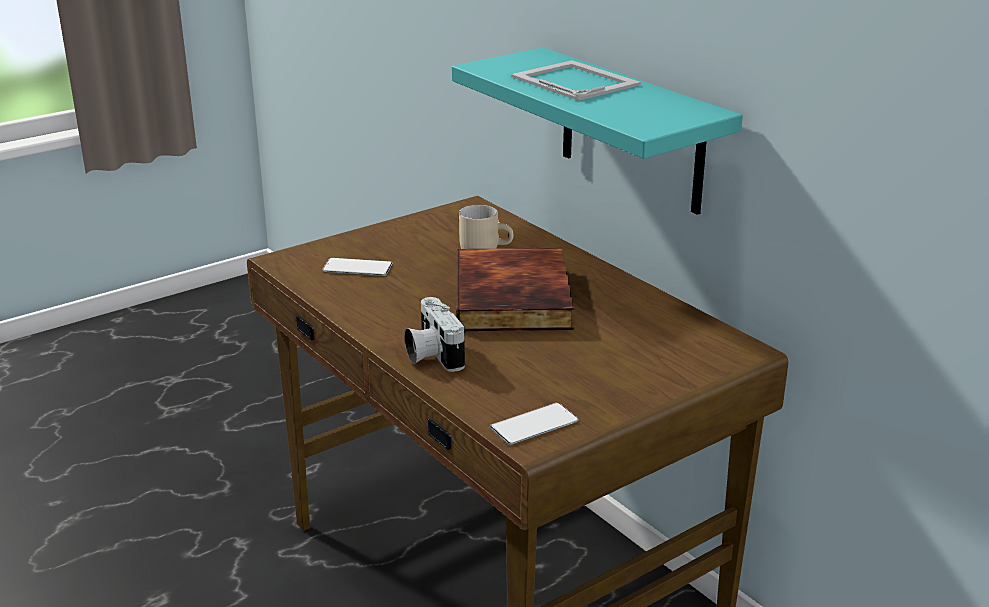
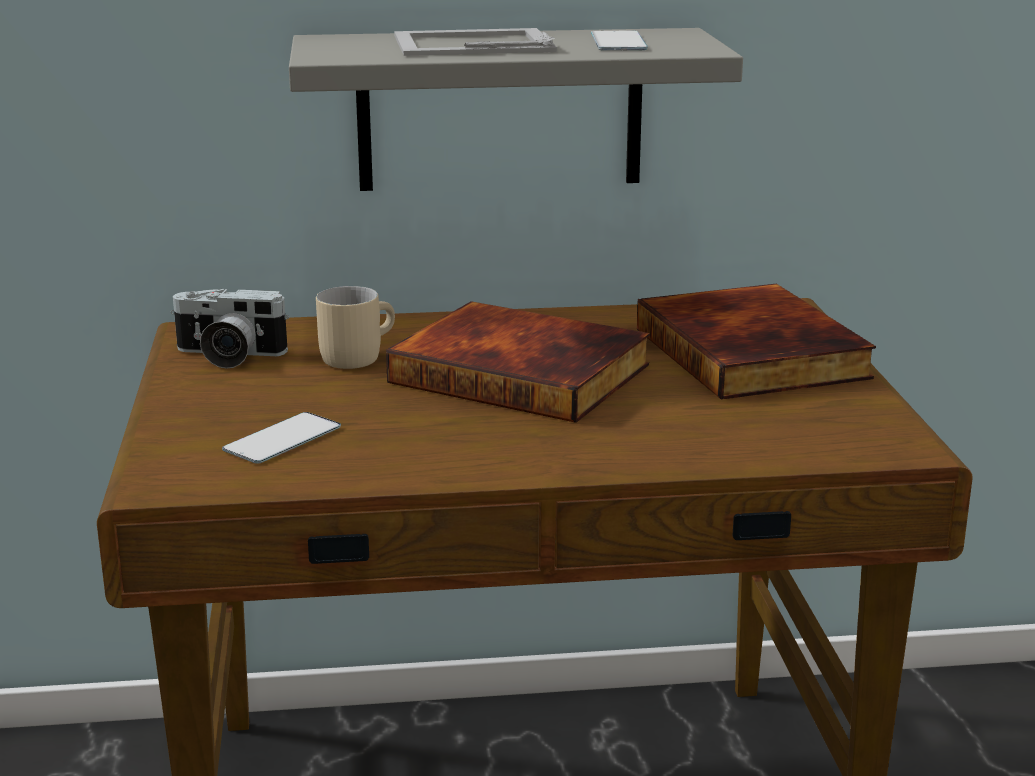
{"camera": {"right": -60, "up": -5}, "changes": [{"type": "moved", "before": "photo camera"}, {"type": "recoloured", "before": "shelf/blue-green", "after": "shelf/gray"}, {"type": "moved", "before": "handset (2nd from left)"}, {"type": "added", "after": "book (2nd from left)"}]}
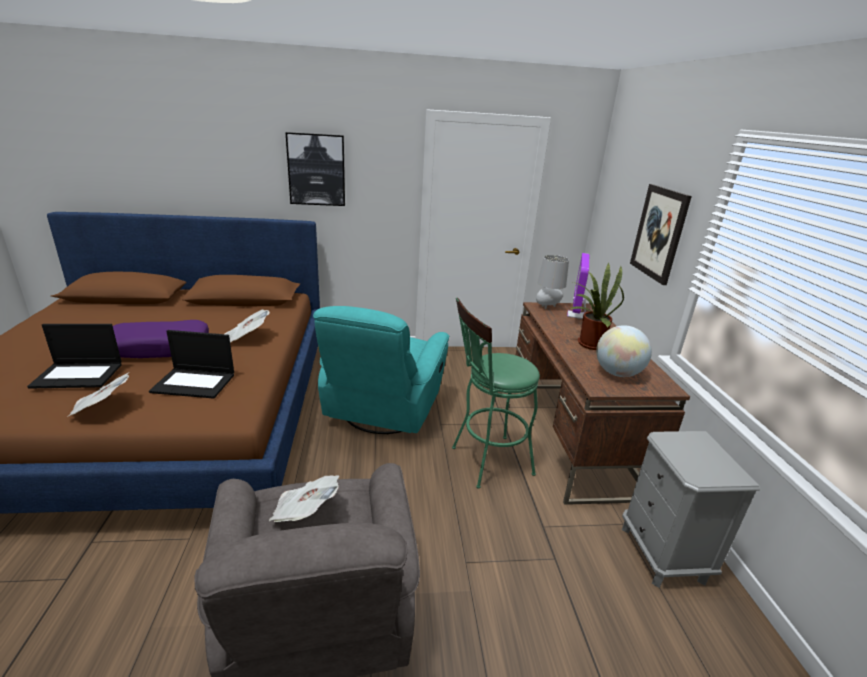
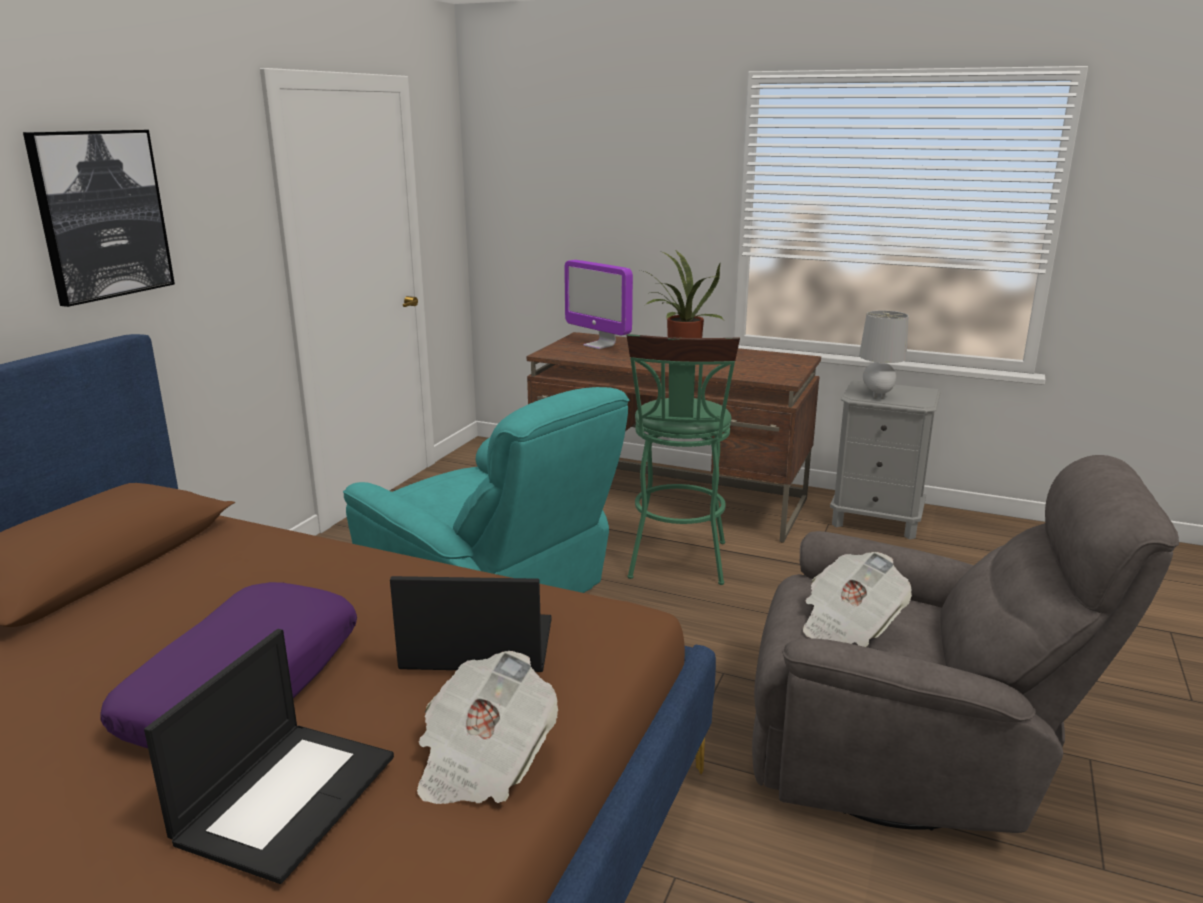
{"camera": {"right": -60, "up": -5}, "changes": [{"type": "turned", "before": "laptop (2nd from left)", "turn": -120}, {"type": "moved", "before": "table lamp/gray"}, {"type": "removed", "before": "printed paper (2nd from left)"}, {"type": "removed", "before": "desk globe"}, {"type": "removed", "before": "picture (2nd from left)"}]}
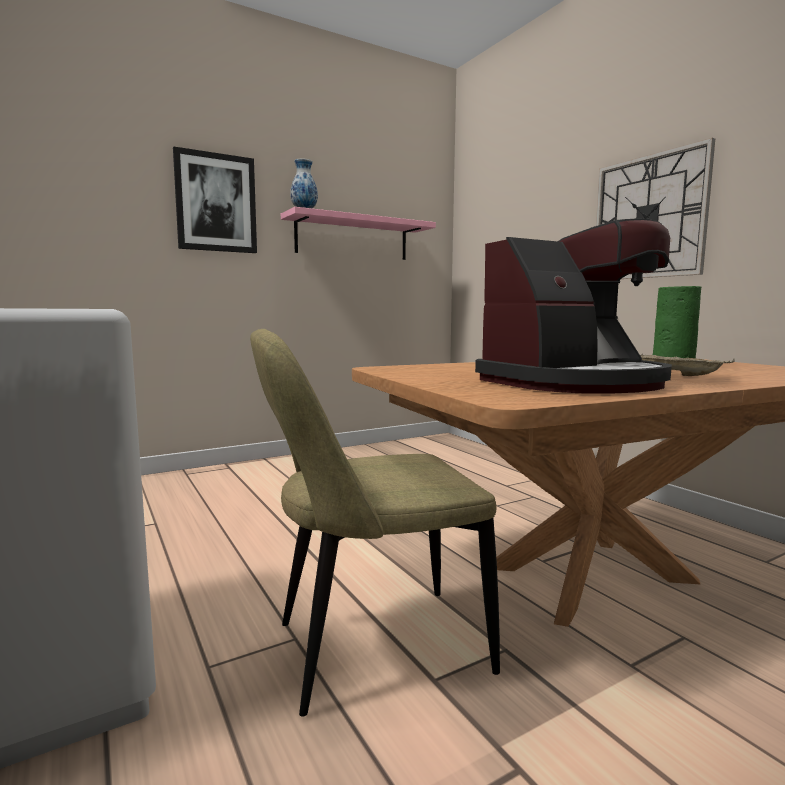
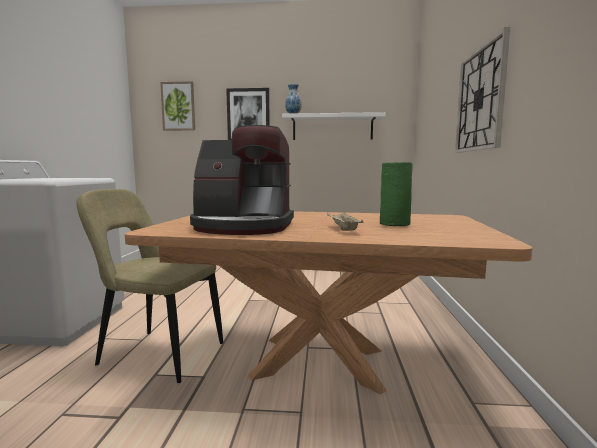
{"camera": {"right": 35, "up": 0}, "changes": [{"type": "added", "after": "picture (1st from left)"}, {"type": "recoloured", "before": "shelf/pink-coloured", "after": "shelf/whitish"}]}
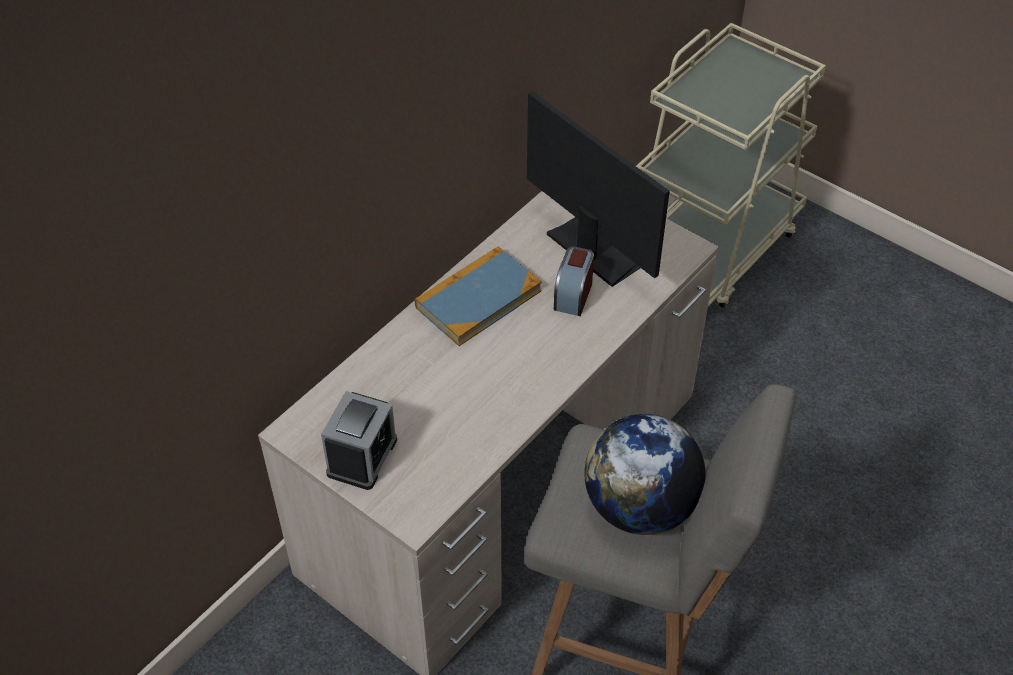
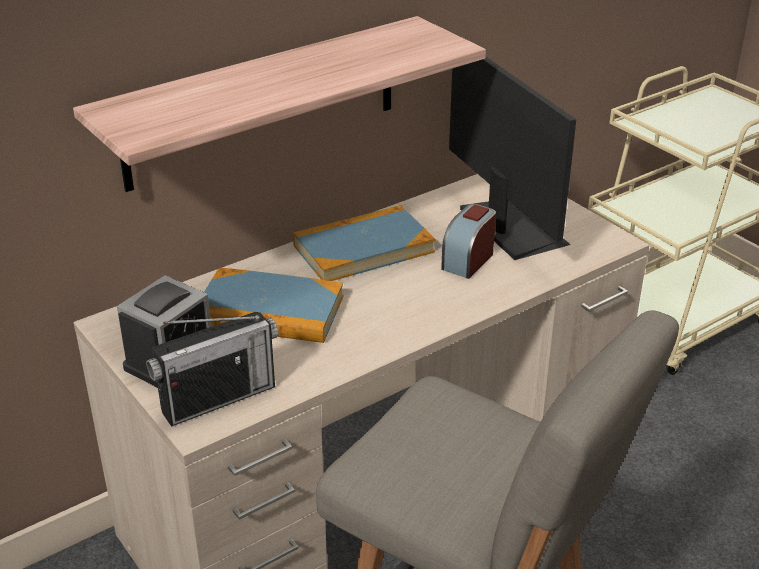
{"camera": {"right": 15, "up": -15}, "changes": [{"type": "added", "after": "shelf"}, {"type": "added", "after": "radio receiver"}, {"type": "added", "after": "book (1st from left)"}, {"type": "removed", "before": "desk globe"}]}
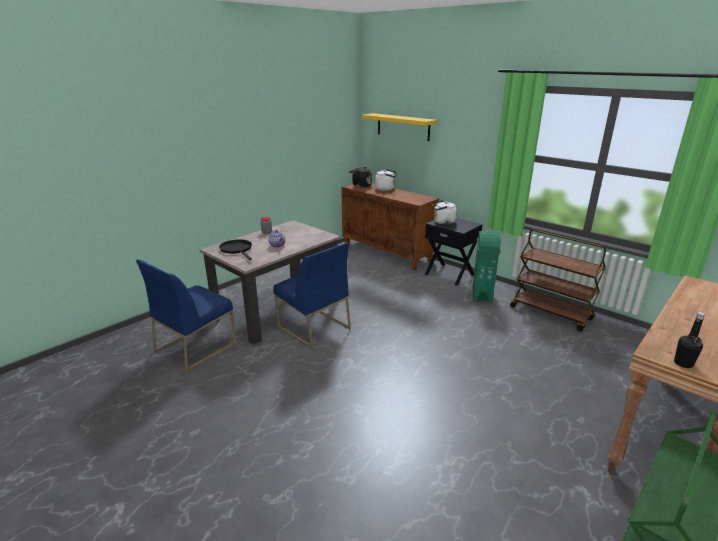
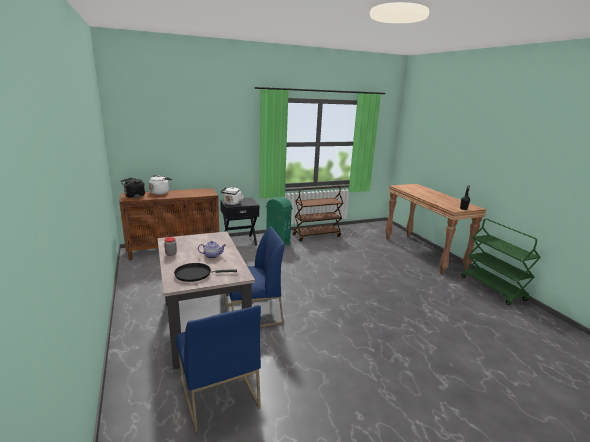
{"camera": {"right": -65, "up": -5}, "changes": [{"type": "removed", "before": "shelf/yellow"}]}
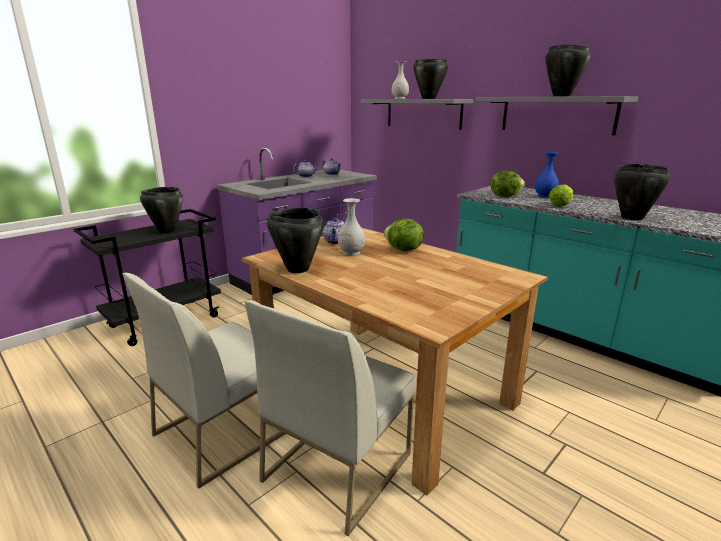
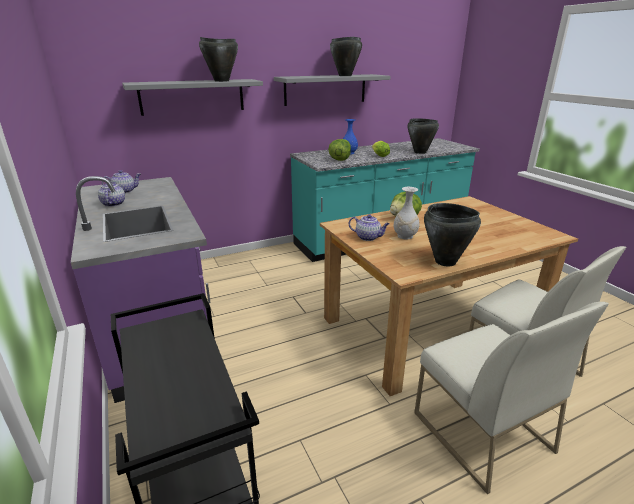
{"camera": {"right": -70, "up": 5}, "changes": [{"type": "removed", "before": "saucepot/black (1st from left)"}, {"type": "removed", "before": "flower vase/whitish (2nd from left)"}]}
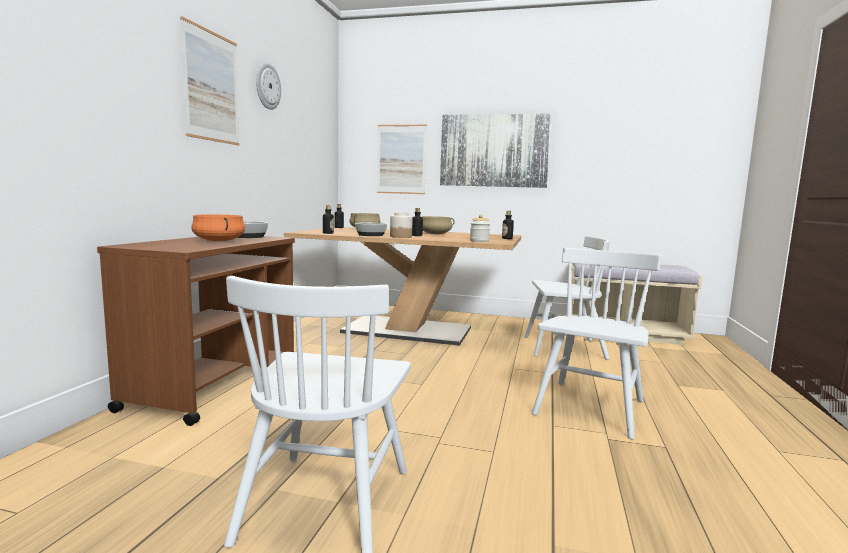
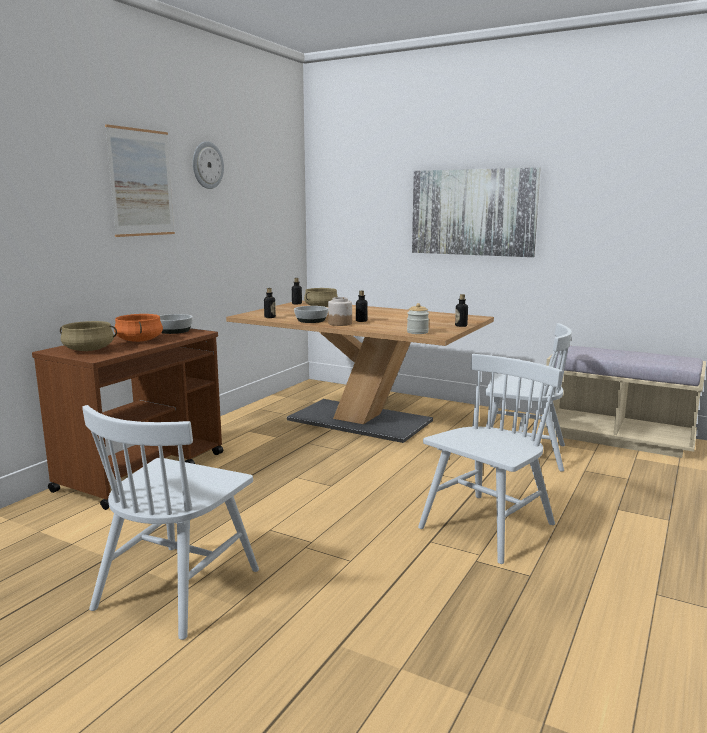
{"camera": {"right": 15, "up": 5}, "changes": [{"type": "moved", "before": "saucepot/sand-coloured (2nd from left in the first image)", "after": "saucepot/sand-coloured (1st from left)"}, {"type": "removed", "before": "picture (2nd from left)"}]}
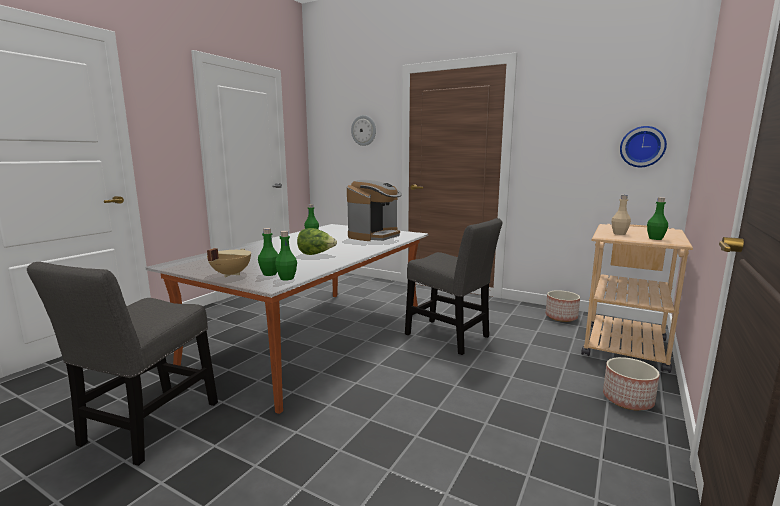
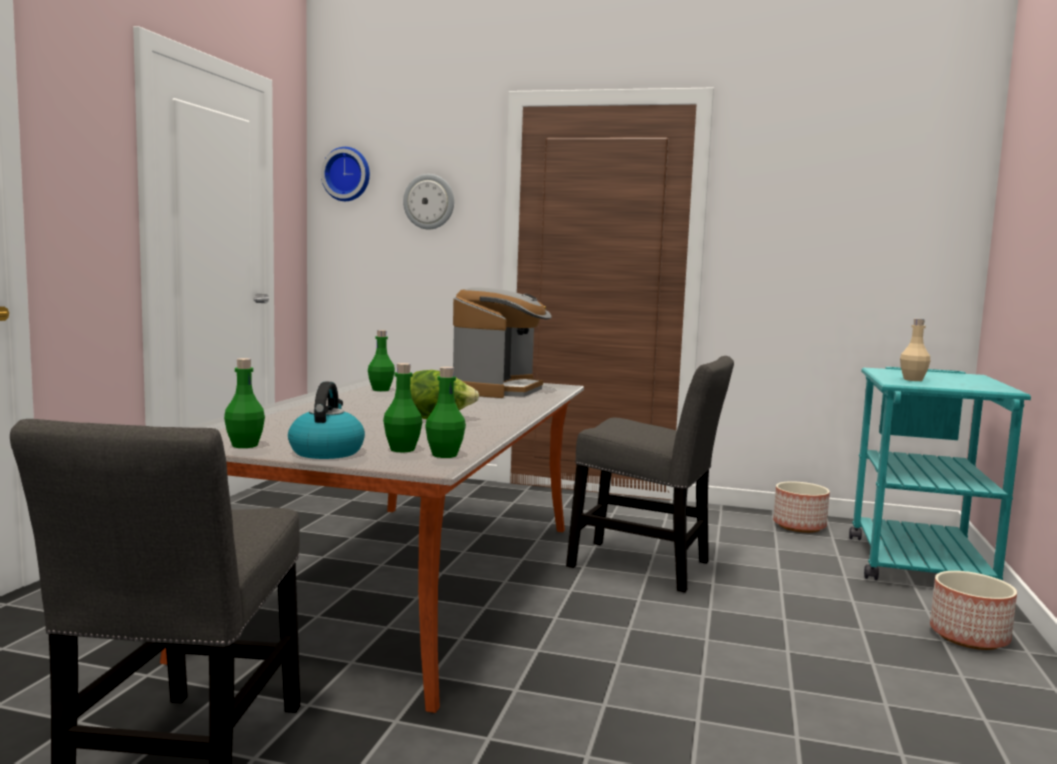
{"camera": {"right": -15, "up": -5}, "changes": [{"type": "moved", "before": "beverage bottle/greenish (4th from left in the first image)", "after": "beverage bottle/greenish (1st from left)"}, {"type": "replaced", "before": "saucepot/sand-coloured", "after": "tea kettle"}, {"type": "moved", "before": "hanging clock (2nd from left in the first image)", "after": "hanging clock (1st from left)"}, {"type": "recoloured", "before": "trolley/sand-coloured", "after": "trolley/blue-green"}]}
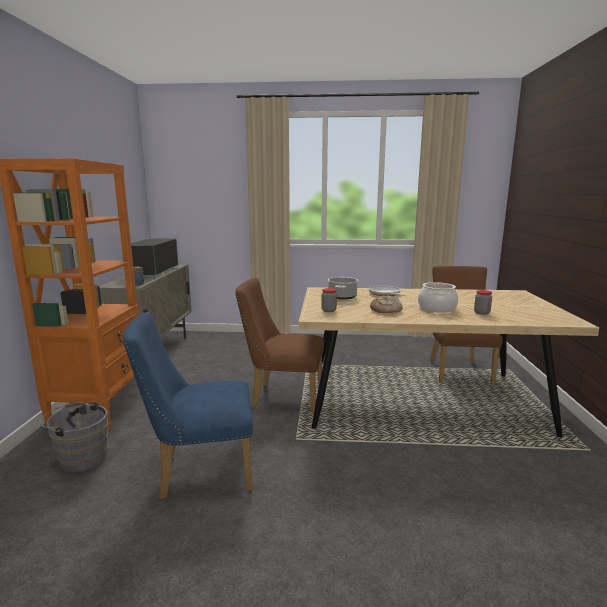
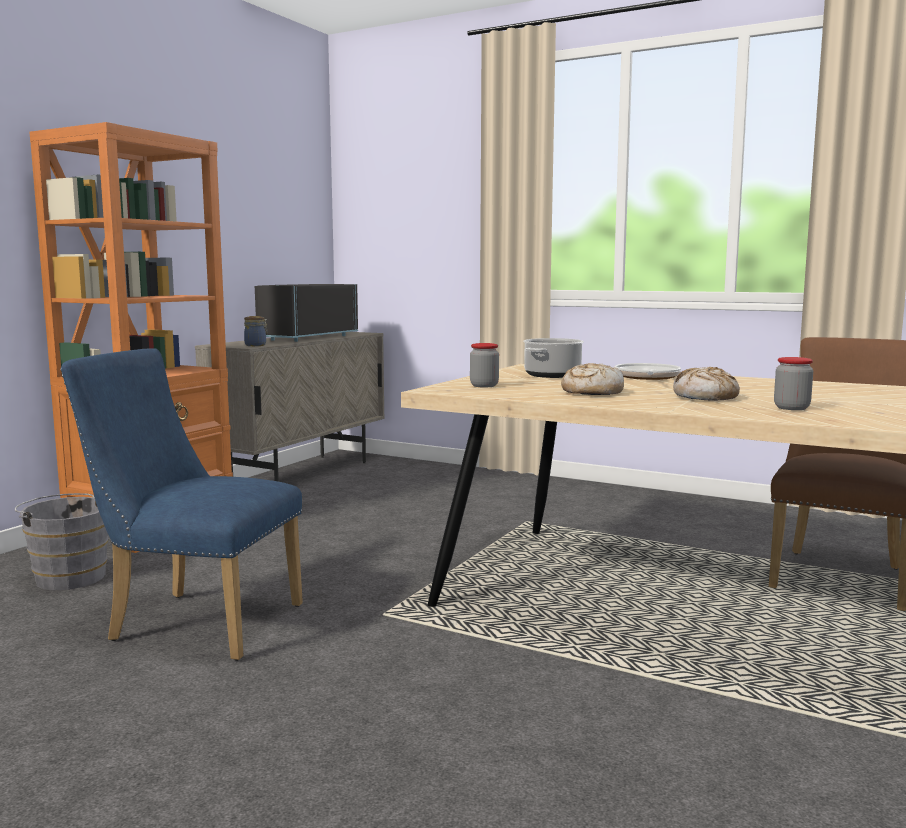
{"camera": {"right": 25, "up": -5}, "changes": [{"type": "replaced", "before": "saucepot (2nd from left)", "after": "bread (2nd from left)"}, {"type": "removed", "before": "plain chair/brownish (1st from left)"}]}
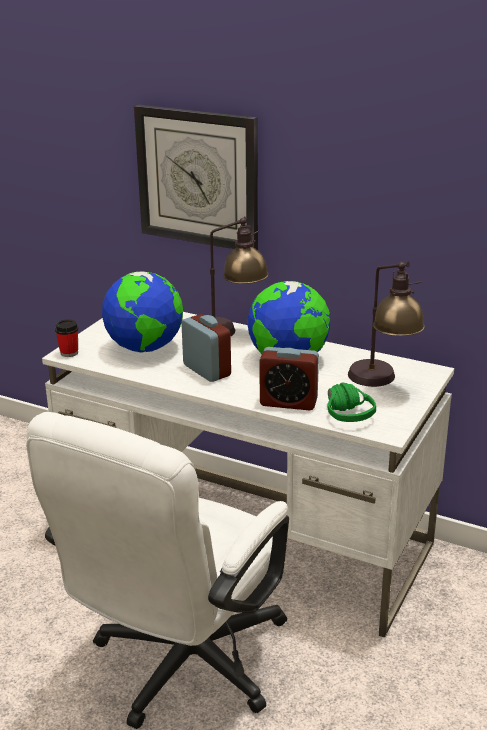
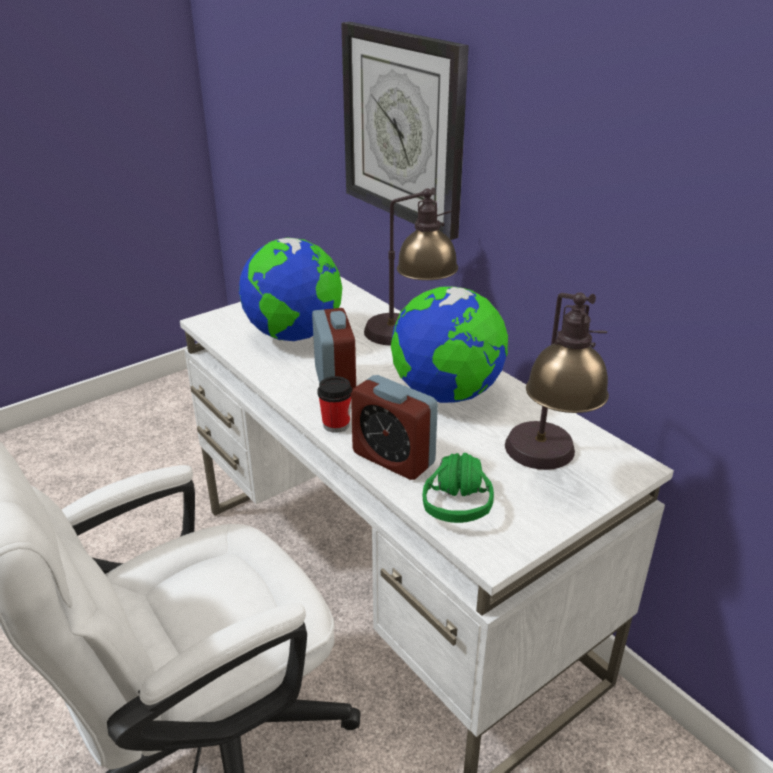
{"camera": {"right": 25, "up": 5}, "changes": [{"type": "moved", "before": "cup"}]}
